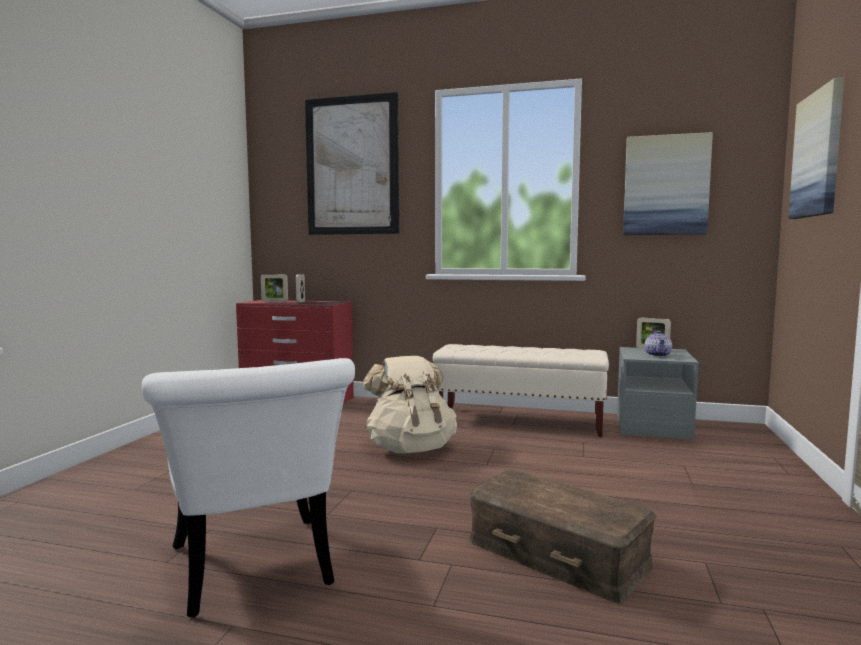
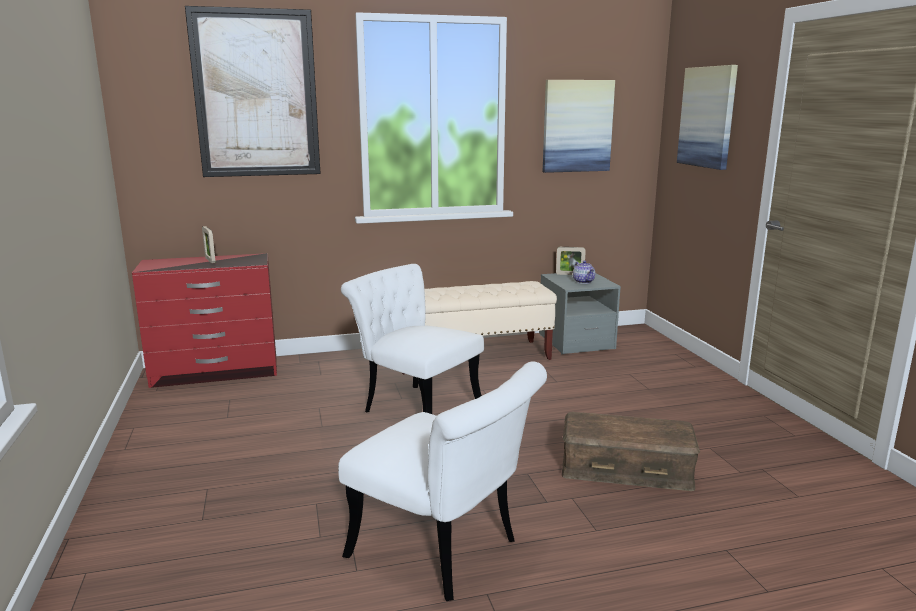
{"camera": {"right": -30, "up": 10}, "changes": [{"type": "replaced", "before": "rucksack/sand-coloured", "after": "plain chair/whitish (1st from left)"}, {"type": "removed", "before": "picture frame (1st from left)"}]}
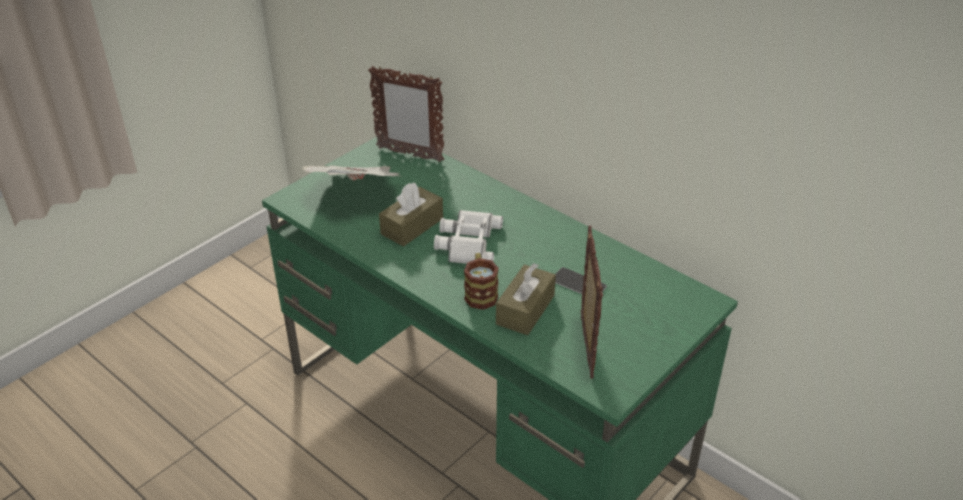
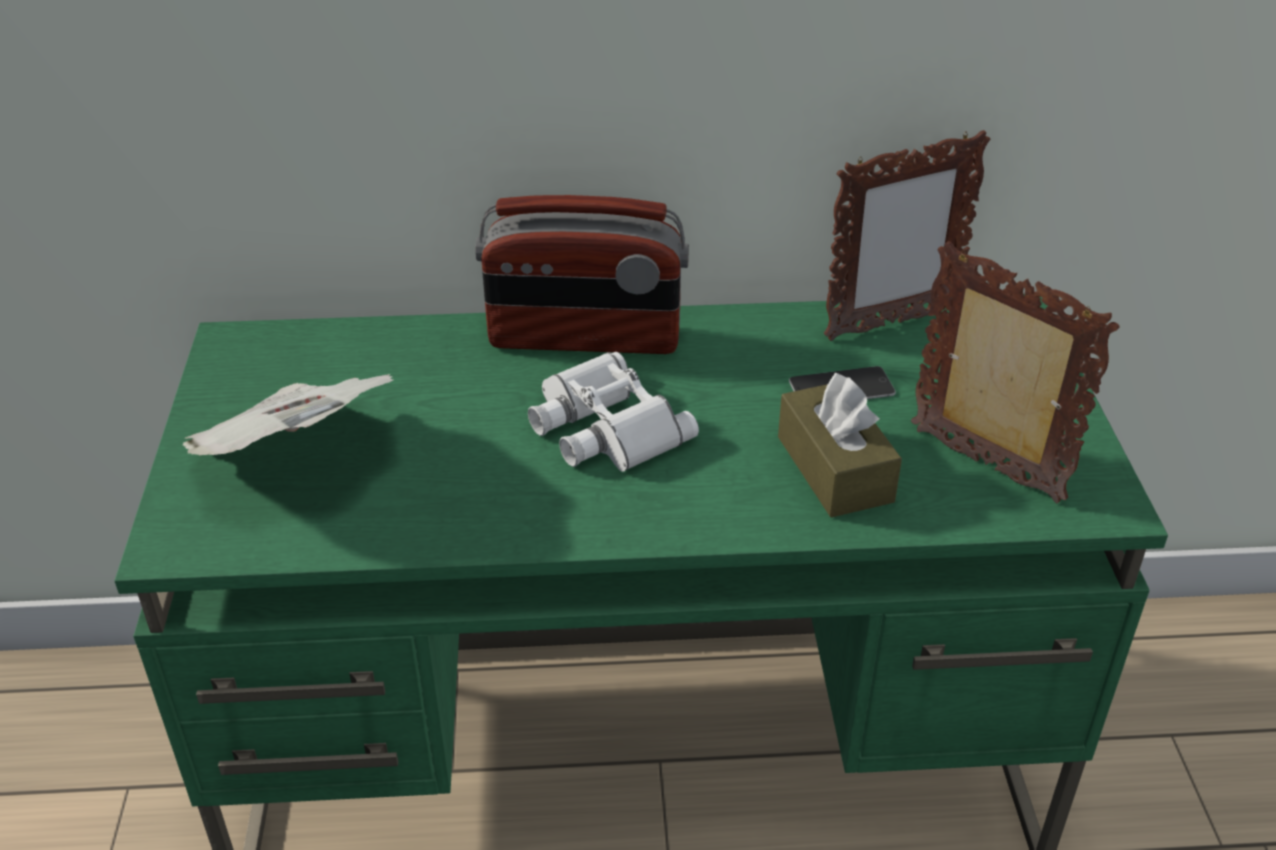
{"camera": {"right": -45, "up": 0}, "changes": [{"type": "added", "after": "radio receiver"}, {"type": "moved", "before": "picture frame (1st from left)"}, {"type": "removed", "before": "tissue holder/brownish (1st from left)"}, {"type": "removed", "before": "tea mug"}]}
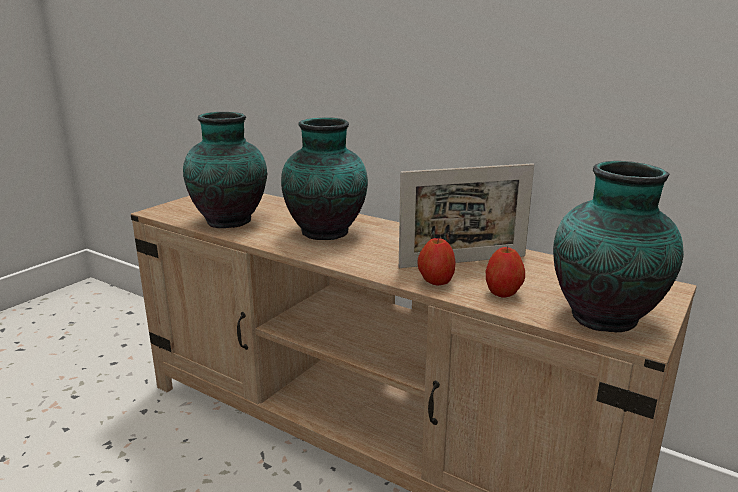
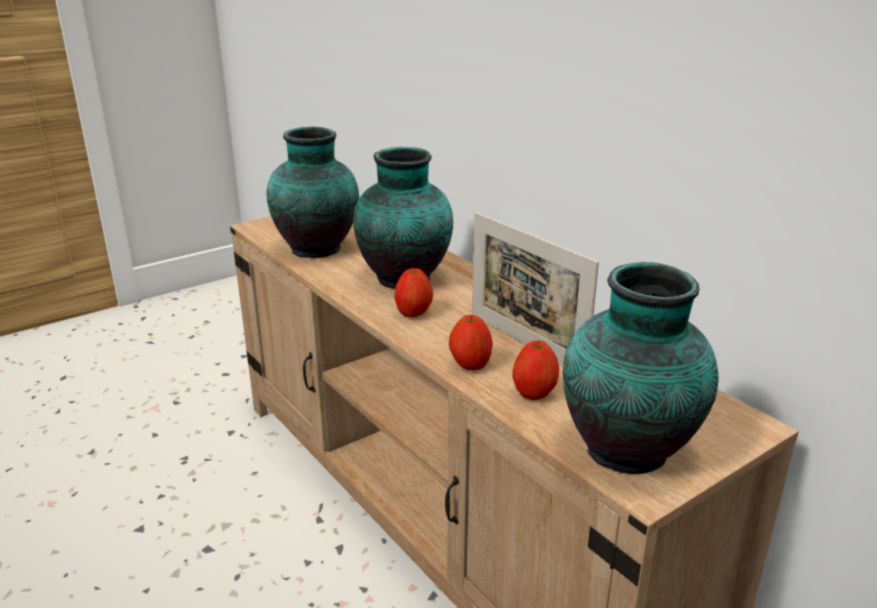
{"camera": {"right": 20, "up": 5}, "changes": [{"type": "added", "after": "whole apple (1st from left)"}, {"type": "turned", "before": "picture frame", "turn": 45}]}
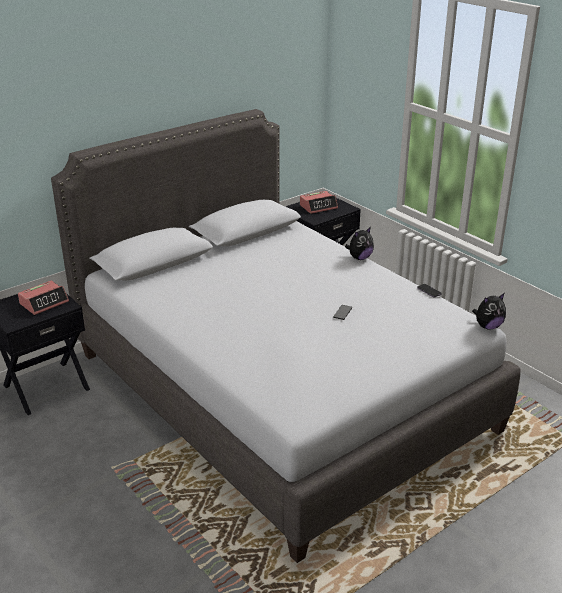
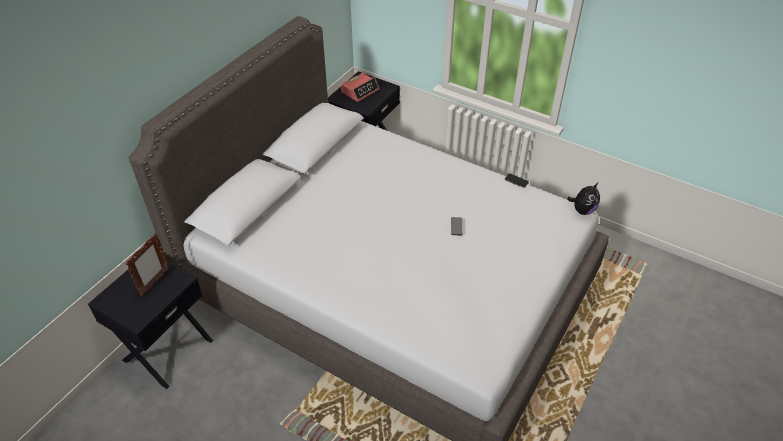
{"camera": {"right": -20, "up": 15}, "changes": [{"type": "replaced", "before": "table clock (1st from left)", "after": "picture frame"}, {"type": "removed", "before": "cuddly toy (1st from left)"}]}
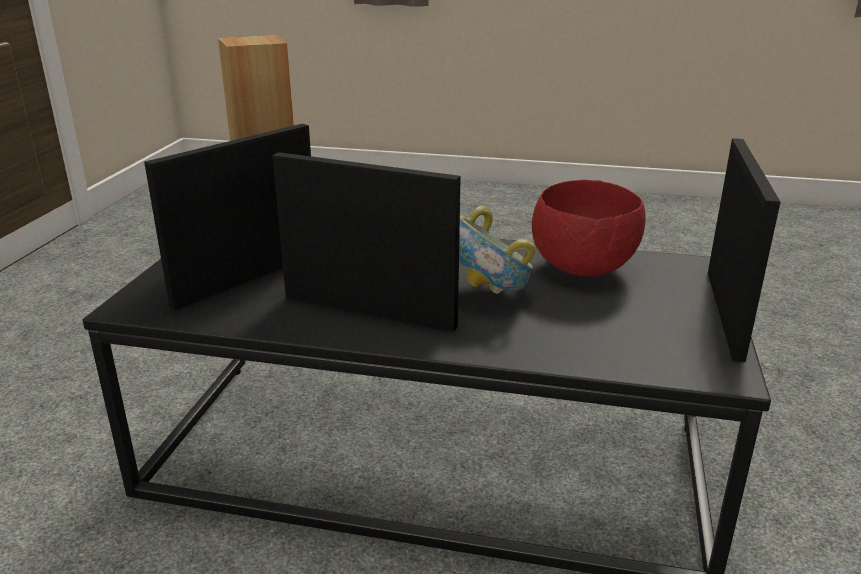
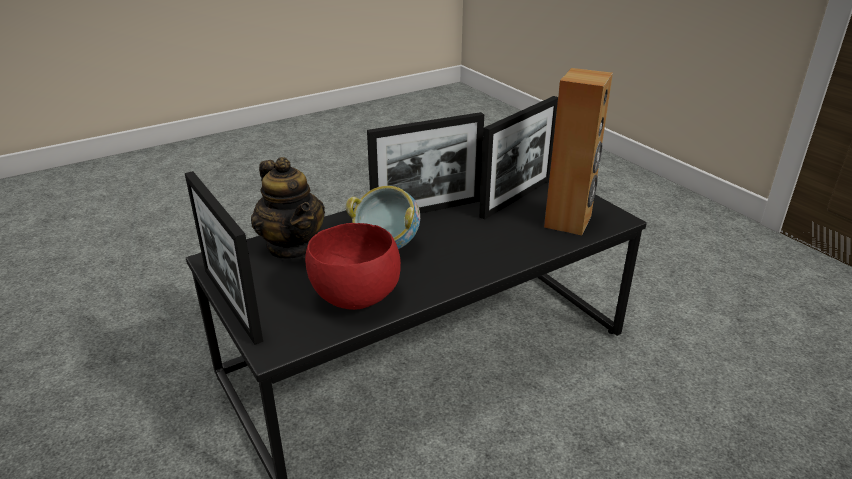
{"camera": {"right": 135, "up": 5}, "changes": [{"type": "added", "after": "teapot"}, {"type": "turned", "before": "picture frame (1st from left in the first image)", "turn": 45}]}
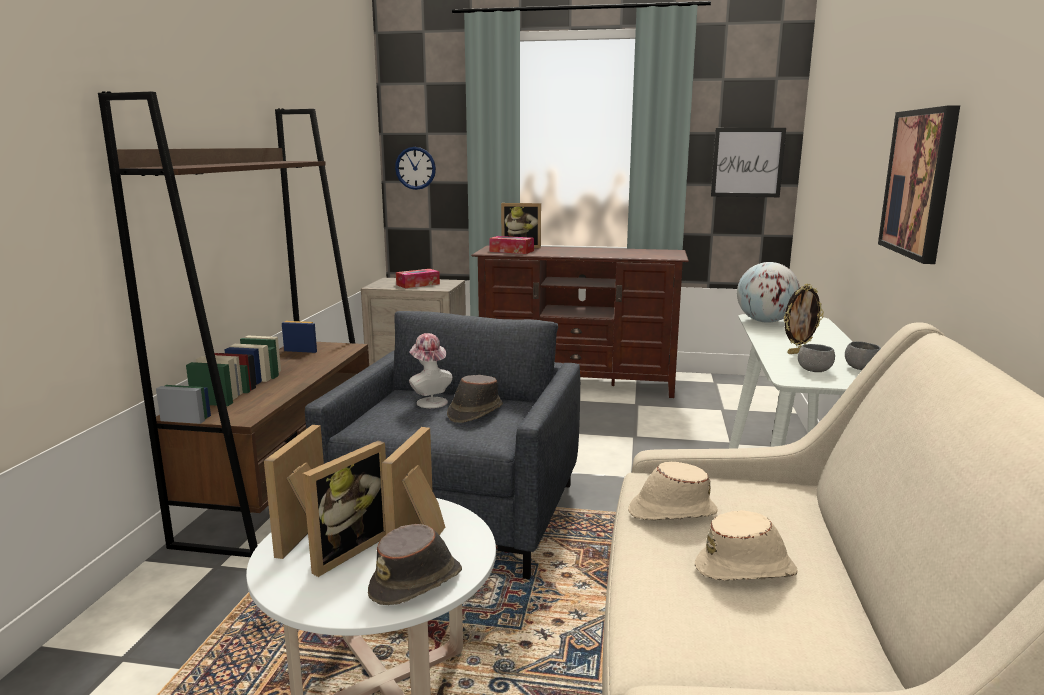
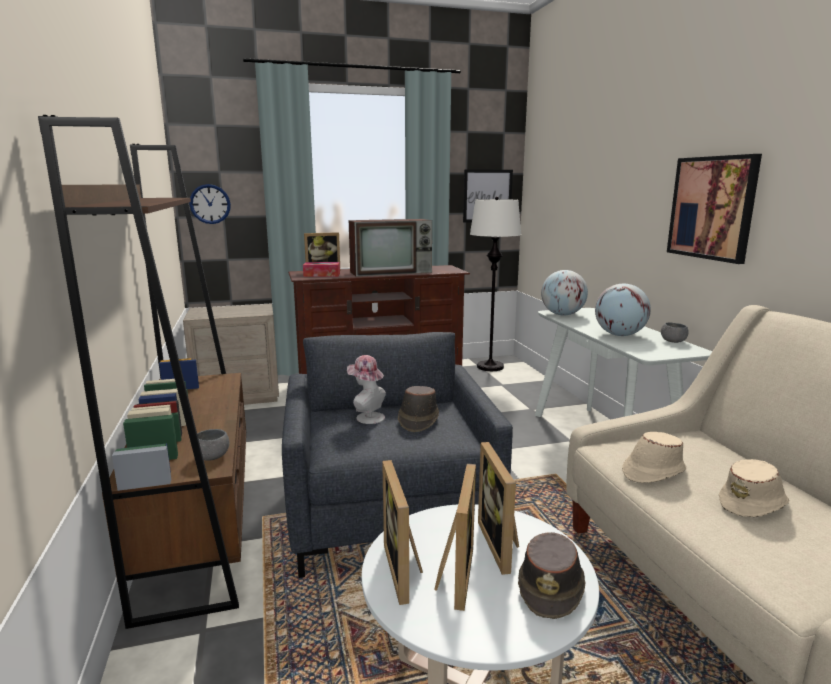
{"camera": {"right": -25, "up": 0}, "changes": [{"type": "moved", "before": "serving bowl/gray (1st from left)"}, {"type": "added", "after": "TV set"}, {"type": "added", "after": "standing lamp/whitish"}, {"type": "replaced", "before": "picture frame (5th from left)", "after": "desk globe (2nd from left)"}, {"type": "removed", "before": "tissue holder (1st from left)"}]}
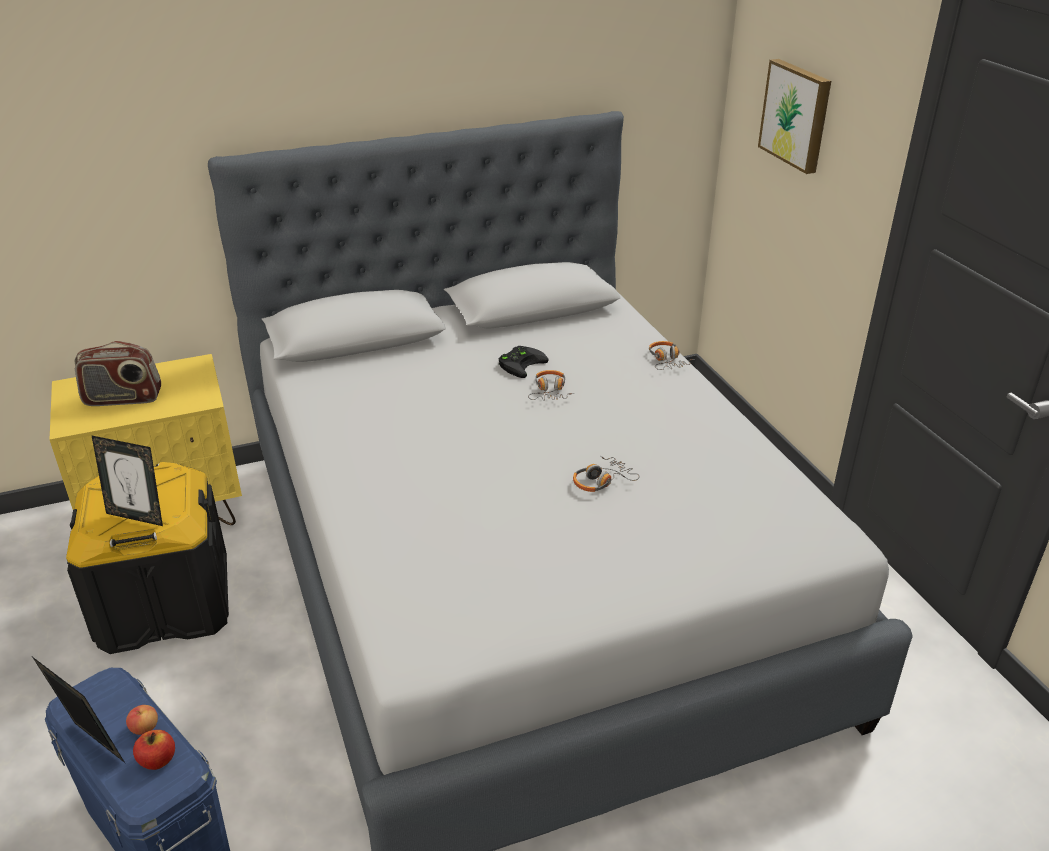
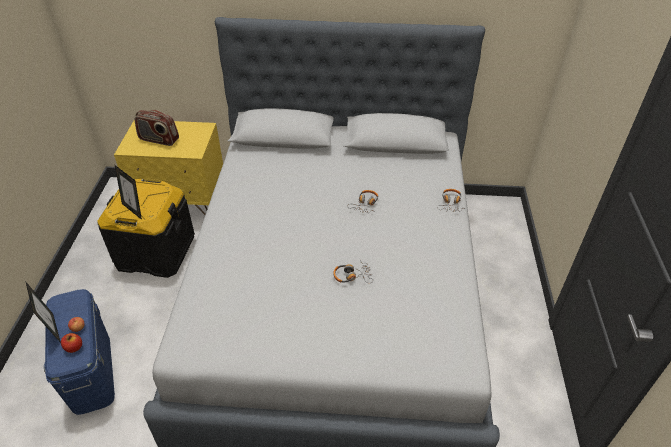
{"camera": {"right": 25, "up": 10}, "changes": [{"type": "removed", "before": "gamepad/black"}, {"type": "removed", "before": "picture"}]}
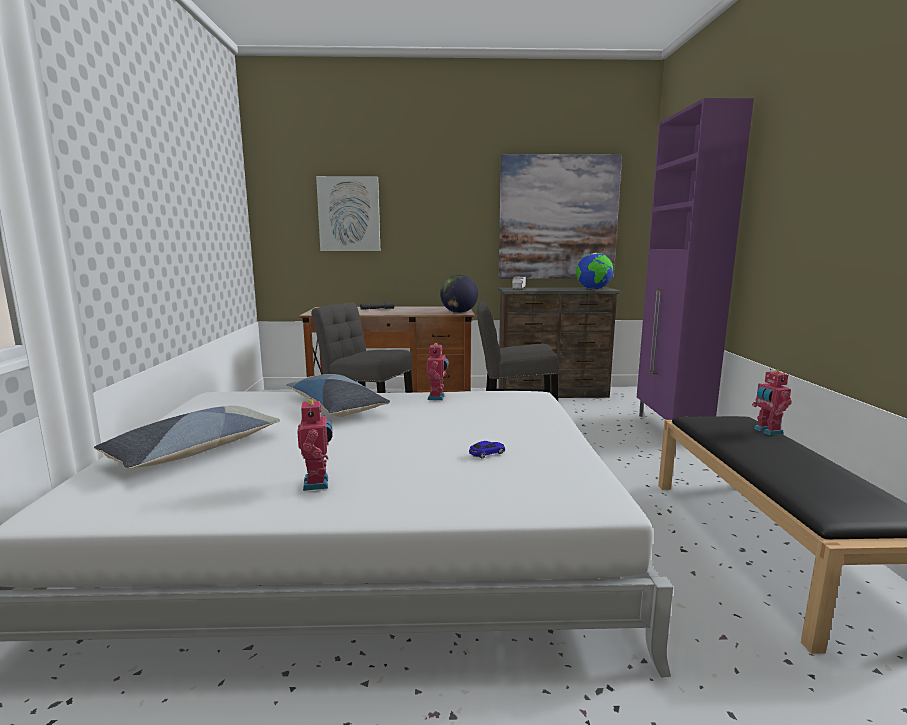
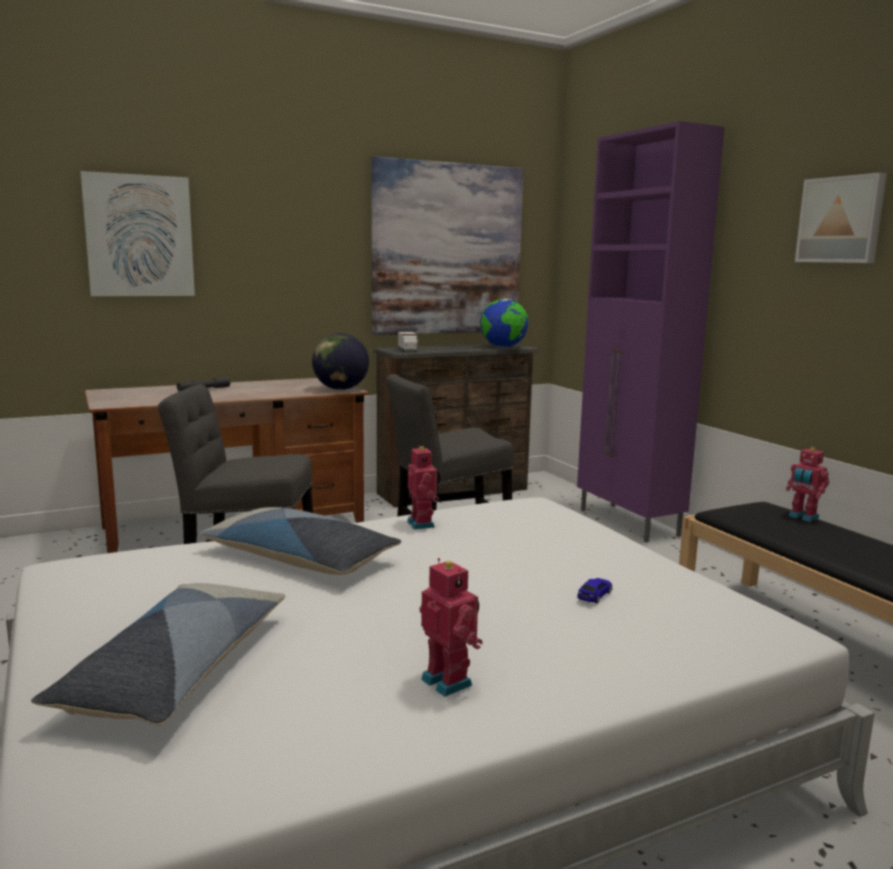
{"camera": {"right": -25, "up": 0}, "changes": [{"type": "added", "after": "picture (3rd from left)"}]}
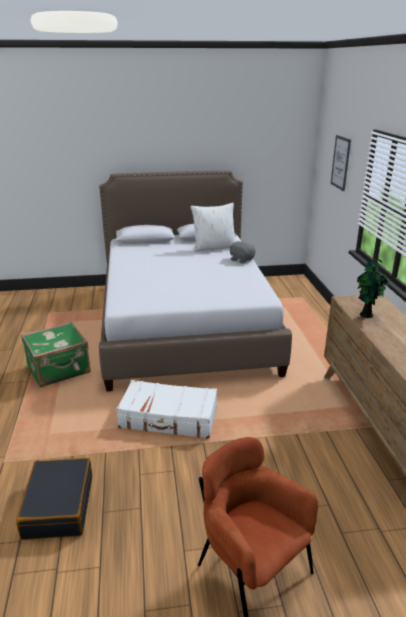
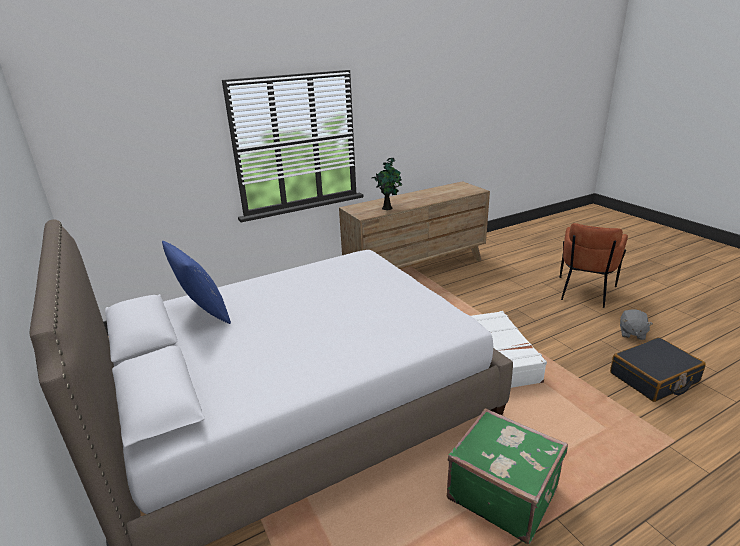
{"camera": {"right": -110, "up": 0}, "changes": [{"type": "recoloured", "before": "throw pillow/whitish", "after": "throw pillow/blue-coloured"}, {"type": "moved", "before": "cuddly toy/gray"}, {"type": "removed", "before": "picture"}]}
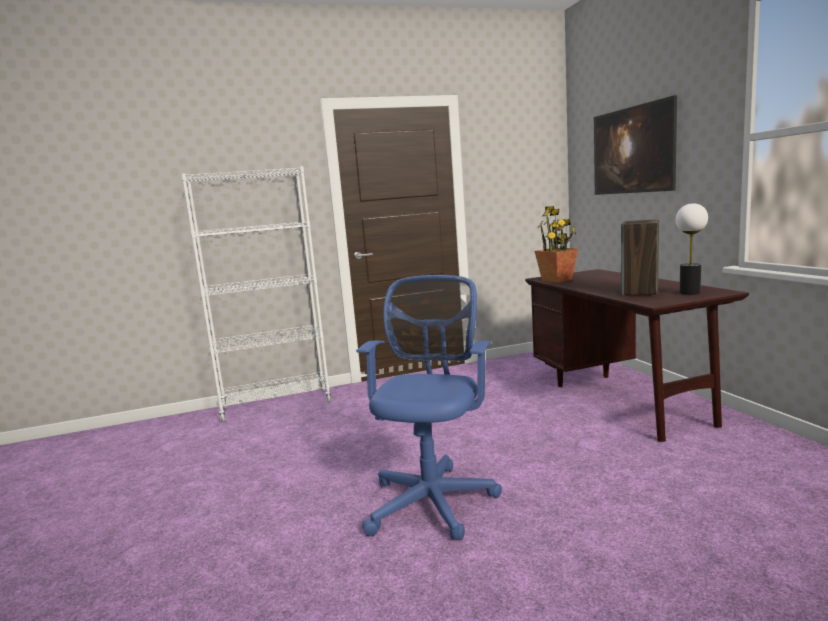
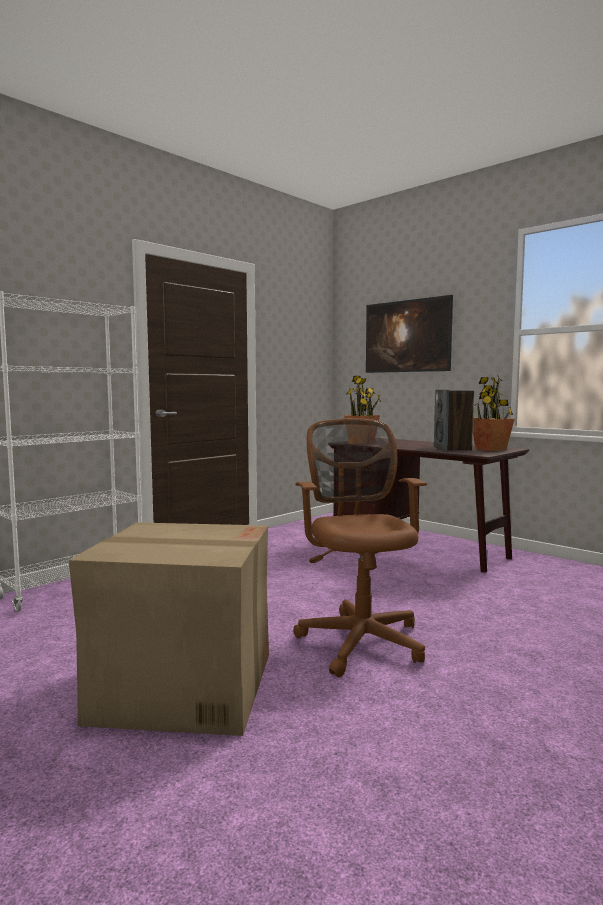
{"camera": {"right": -30, "up": -5}, "changes": [{"type": "added", "after": "packing box"}, {"type": "recoloured", "before": "desk chair/blue-coloured", "after": "desk chair/brownish"}, {"type": "replaced", "before": "table lamp", "after": "potted plant (2nd from left)"}]}
